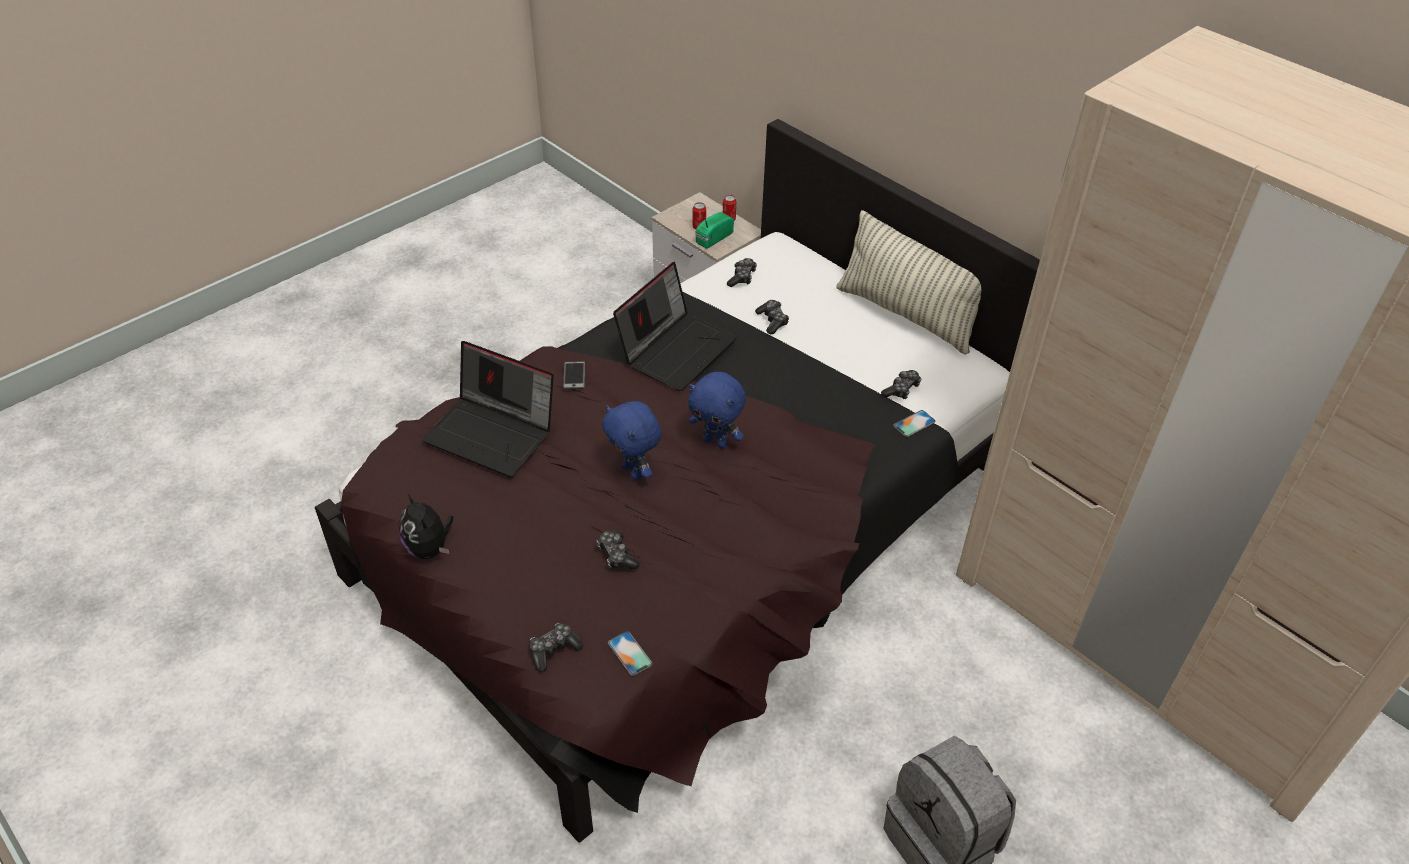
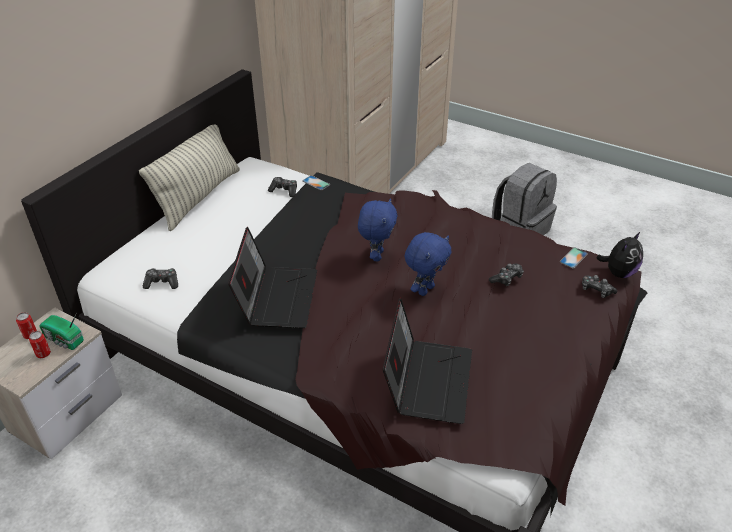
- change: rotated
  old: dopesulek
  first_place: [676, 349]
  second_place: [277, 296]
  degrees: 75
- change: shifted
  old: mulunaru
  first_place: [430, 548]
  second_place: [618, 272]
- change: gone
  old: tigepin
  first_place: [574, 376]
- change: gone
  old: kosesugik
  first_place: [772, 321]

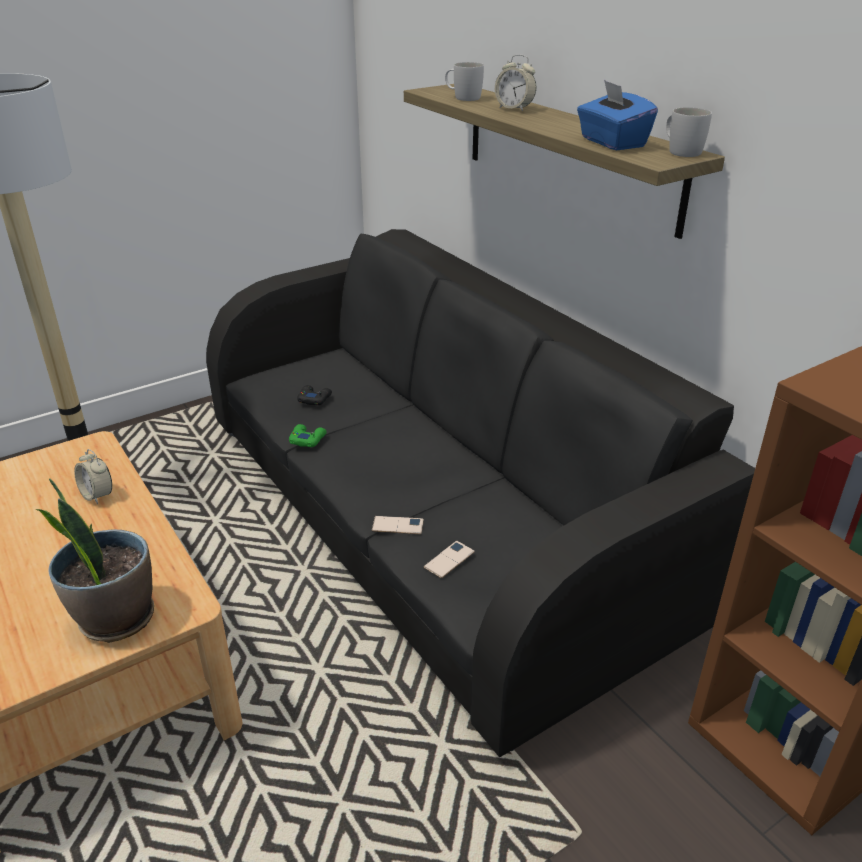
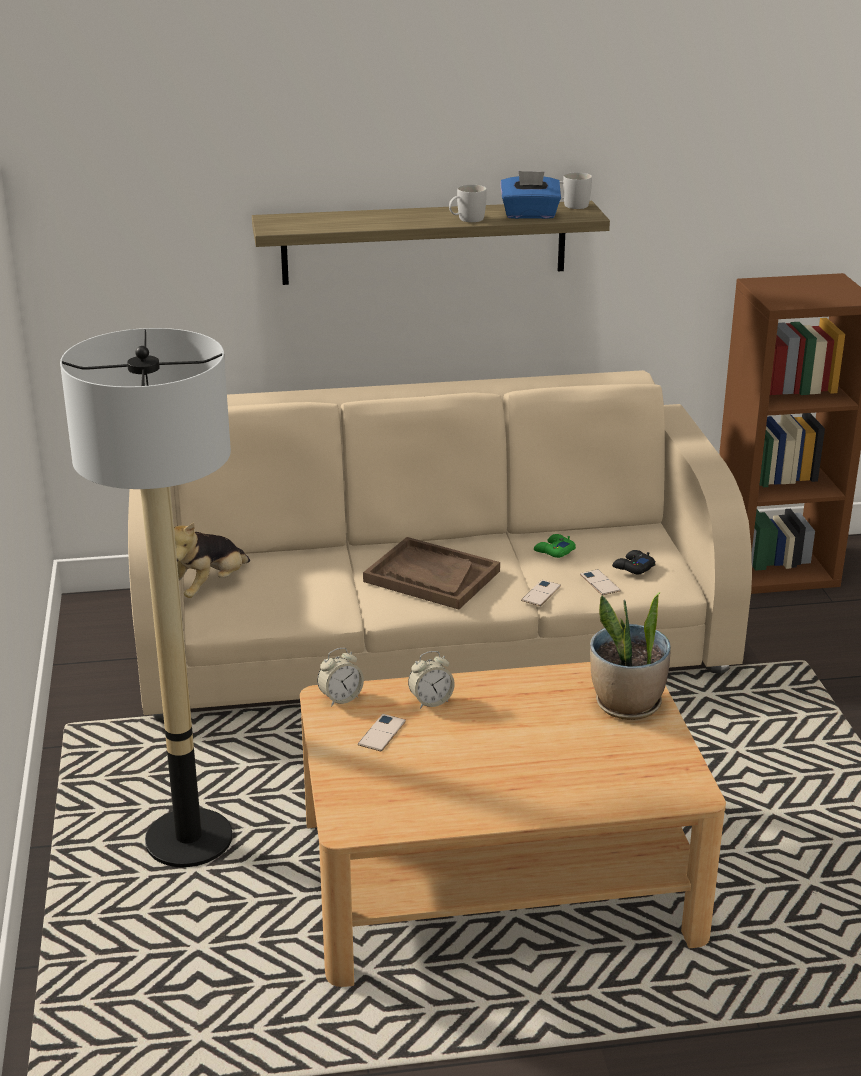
- change: repainted
  old: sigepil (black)
  new: sigepil (beige)
  first_place: [432, 517]
  second_place: [432, 633]
- change: new
  new: mulunaru
  second_place: [209, 587]
- change: shifted
  old: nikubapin
  first_place: [514, 108]
  second_place: [340, 698]
- change: new
  new: tigepin
  second_place: [382, 733]
- change: new
  new: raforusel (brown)
  second_place: [431, 576]
- change: shifted
  old: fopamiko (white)
  first_place: [463, 97]
  second_place: [466, 220]
- change: shifted
  old: kosesugik (green)
  first_place: [307, 439]
  second_place: [554, 551]
- change: shifted
  old: kosesugik (black)
  first_place: [314, 399]
  second_place: [633, 567]

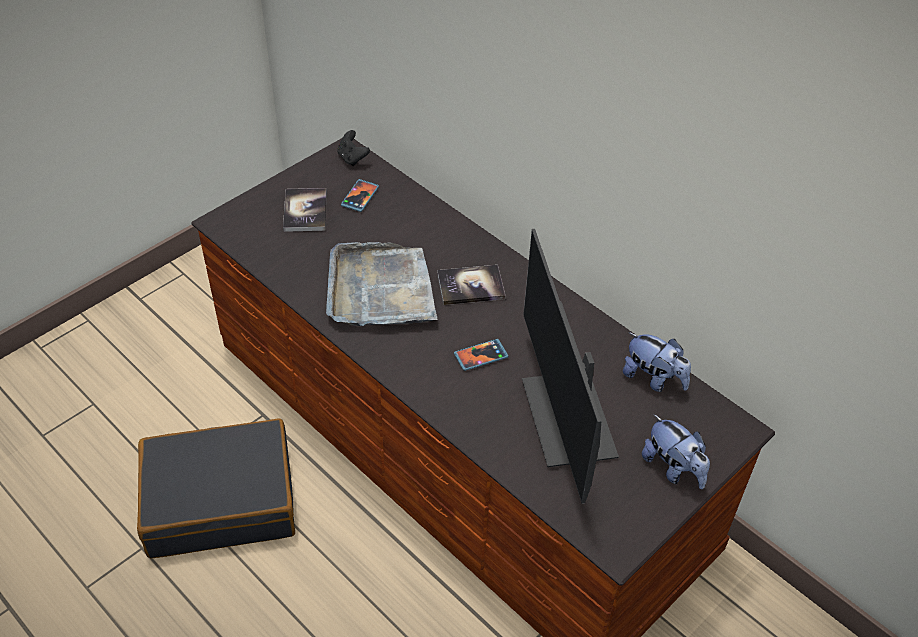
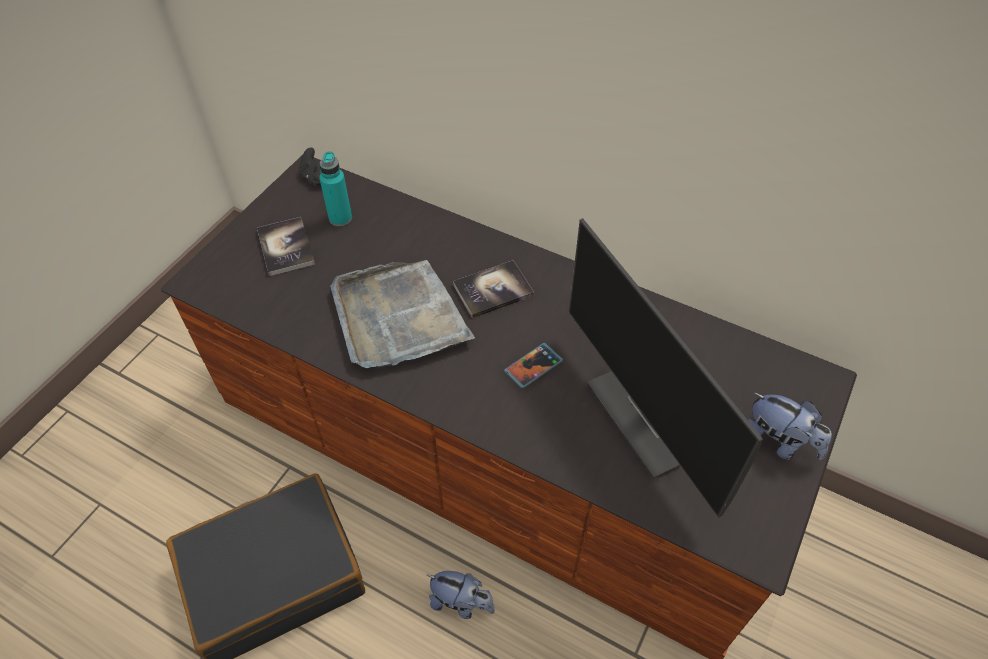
- change: swapped
  old: tigepin
  new: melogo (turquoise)
  first_place: [360, 197]
  second_place: [340, 218]
- change: shifted
  old: mulunaru
  first_place: [653, 379]
  second_place: [461, 602]

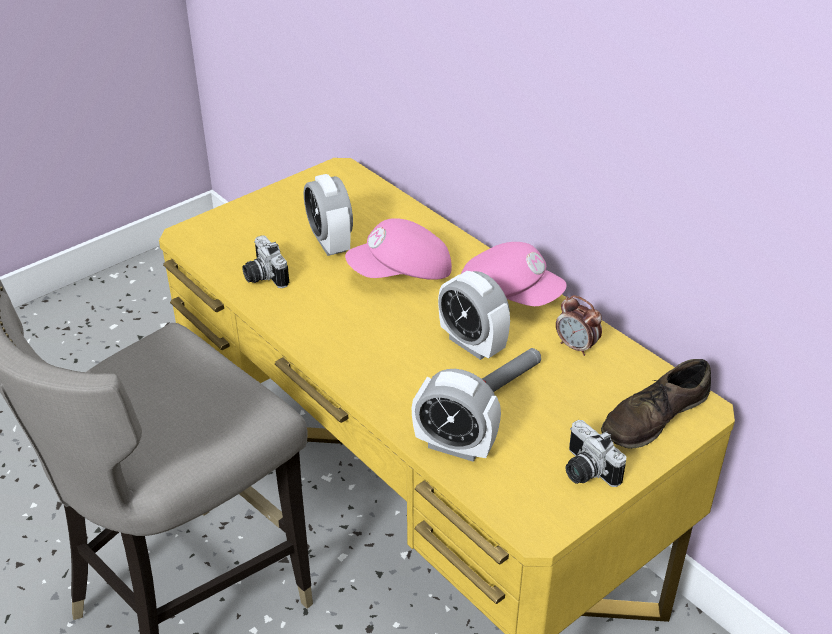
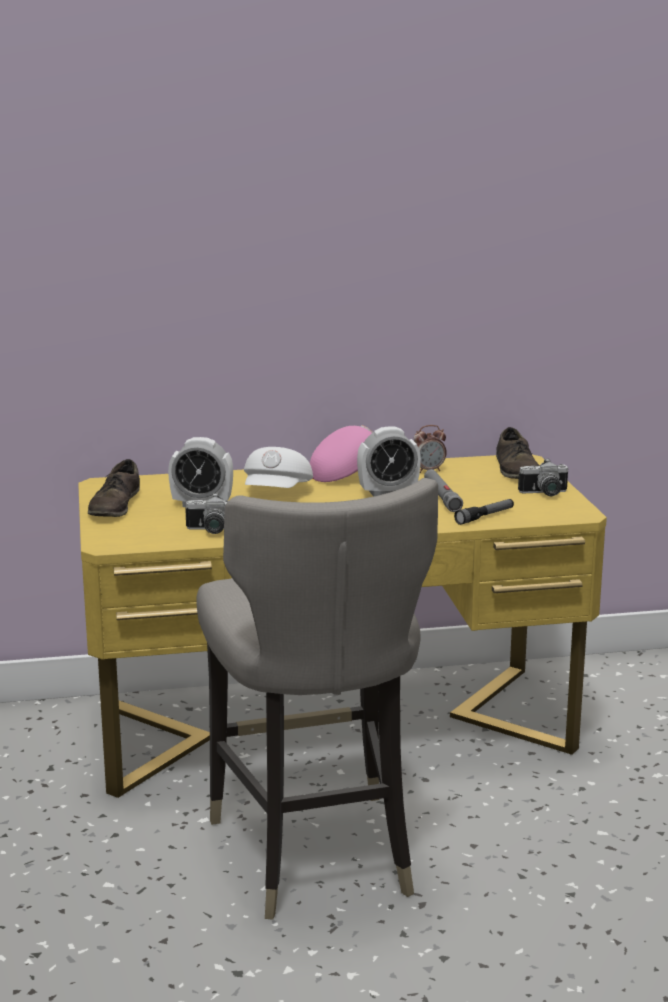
- change: new
  new: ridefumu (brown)
  second_place: [115, 506]
- change: repainted
  old: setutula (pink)
  new: setutula (white)
  first_place: [401, 274]
  second_place: [278, 493]
- change: swapped
  old: nikubapin
  new: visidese
  first_place: [455, 446]
  second_place: [485, 517]

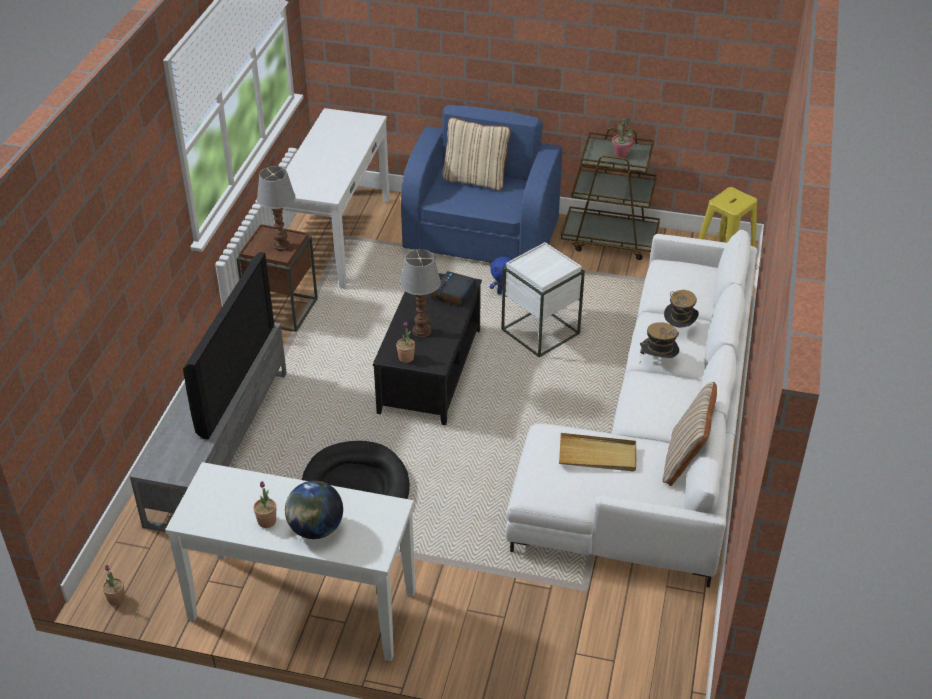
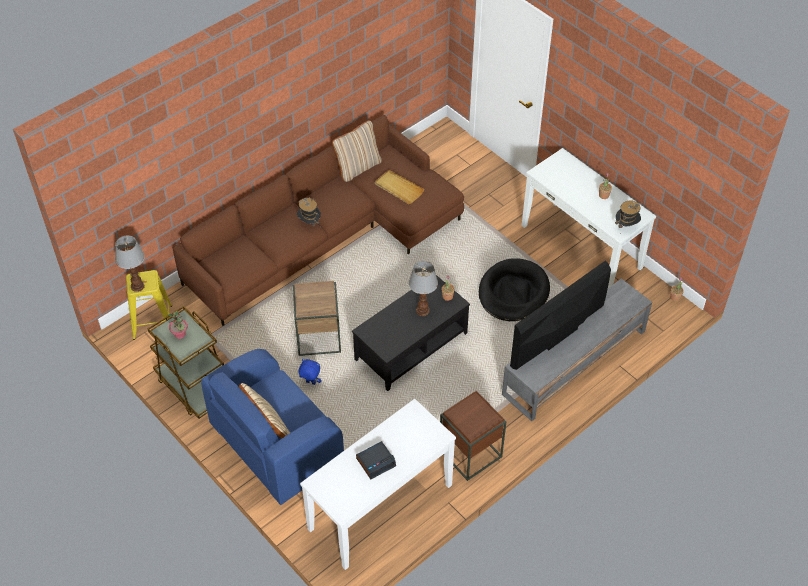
- change: shifted
  old: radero
  first_place: [281, 246]
  second_place: [137, 286]
- change: repainted
  old: sigepil (white)
  new: sigepil (brown)
  first_place: [656, 437]
  second_place: [327, 236]
- change: repainted
  old: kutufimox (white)
  new: kutufimox (brown)
  first_place: [540, 332]
  second_place: [318, 337]
- change: shifted
  old: nikubapin
  first_place: [453, 294]
  second_place: [376, 462]
- change: shifted
  old: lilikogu
  first_place: [679, 329]
  second_place: [626, 226]
- change: gone
  old: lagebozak
  first_place: [315, 529]

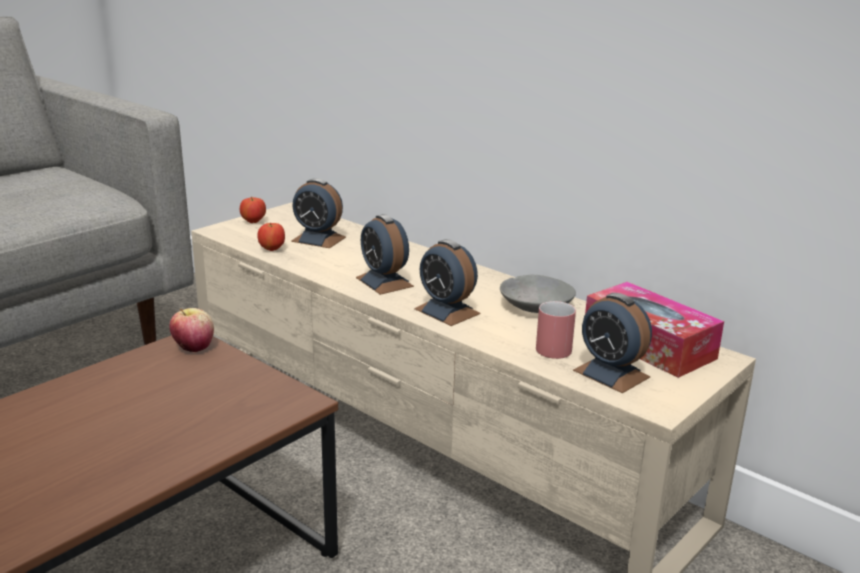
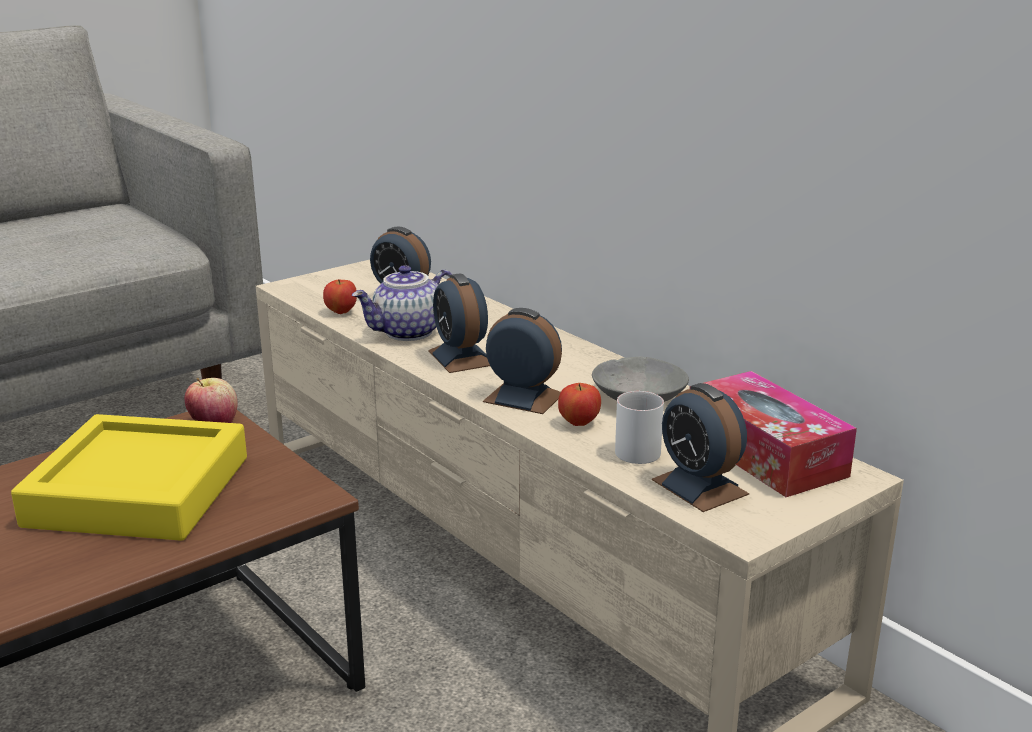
- change: new
  new: raforusel (yellow)
  second_place: [139, 491]
- change: new
  new: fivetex
  second_place: [408, 333]
- change: rotated
  old: nikubapin
  first_place: [447, 311]
  second_place: [523, 398]
  degrees: 150
- change: shifted
  old: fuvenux
  first_place: [253, 222]
  second_place: [579, 423]
- change: repainted
  old: fopamiko (red)
  new: fopamiko (white)
  first_place: [554, 346]
  second_place: [641, 448]

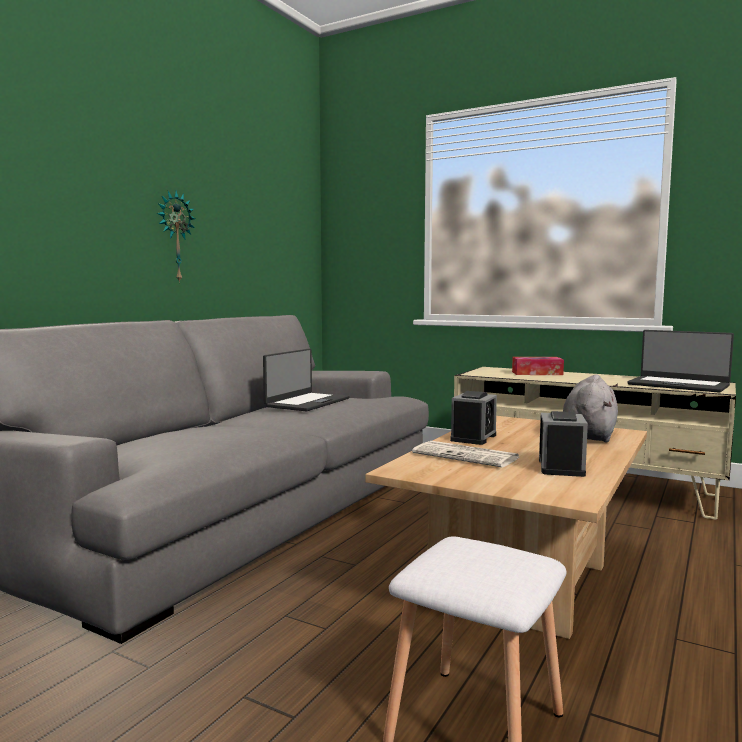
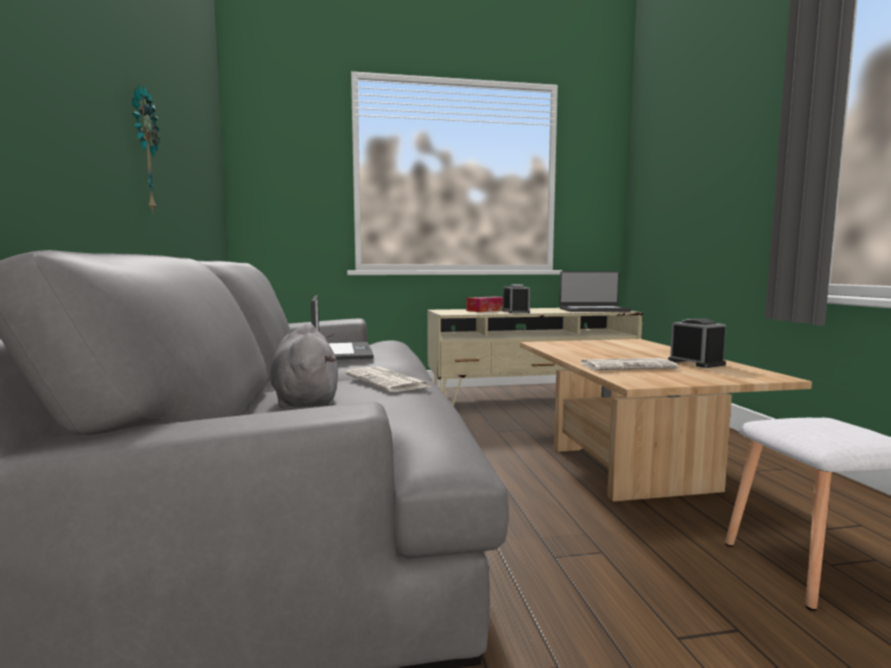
- change: shifted
  old: mulunaru (grey)
  first_place: [589, 435]
  second_place: [305, 400]
- change: new
  new: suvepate
  second_place: [388, 381]
- change: shifted
  old: nikubapin
  first_place: [473, 438]
  second_place: [516, 312]

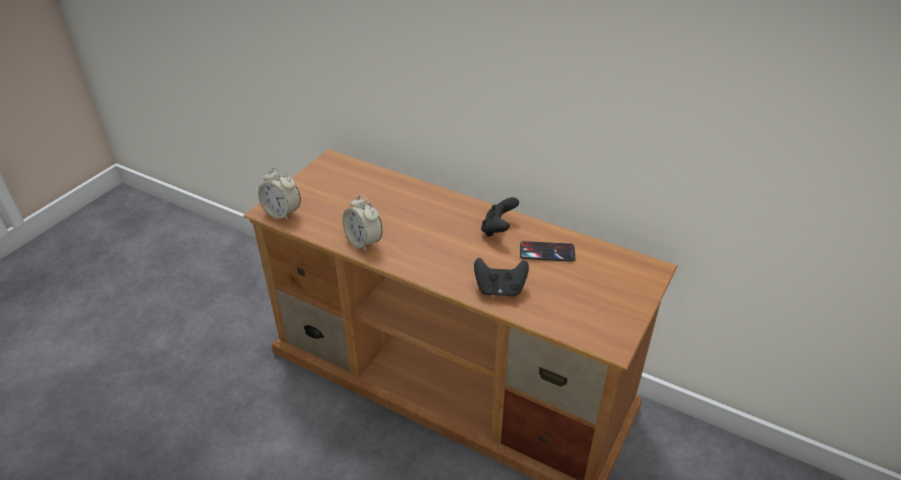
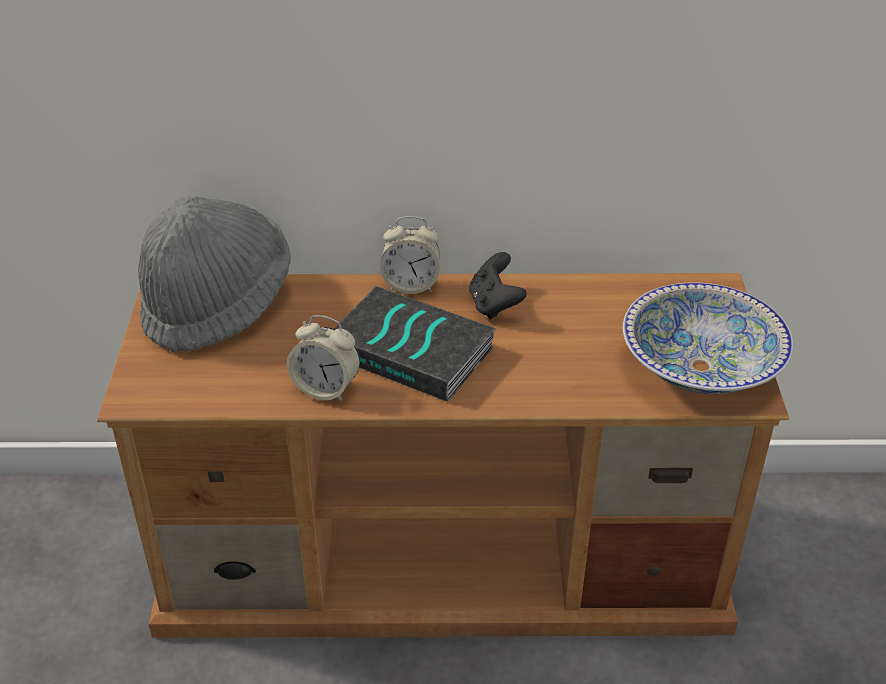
- change: new
  new: lilikogu (grey)
  second_place: [218, 305]
- change: new
  new: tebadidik
  second_place: [414, 351]
- change: shifted
  old: nikubapin
  first_place: [282, 213]
  second_place: [411, 285]
- change: new
  new: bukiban
  second_place: [700, 367]
- change: gone
  old: kosesugik (black)
  first_place: [500, 289]
- change: gone
  old: tigepin
  first_place: [547, 252]

